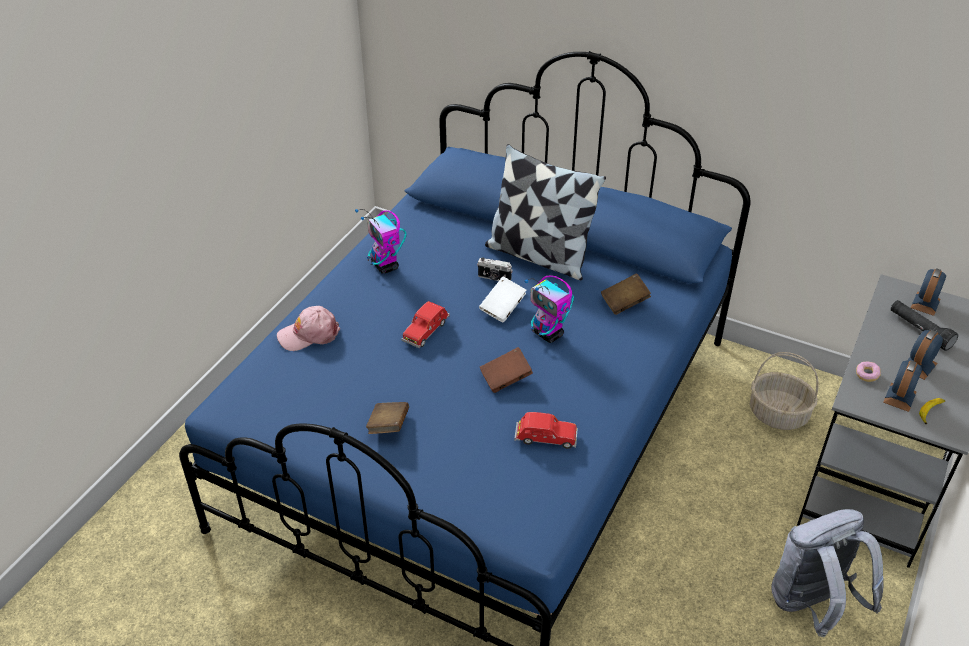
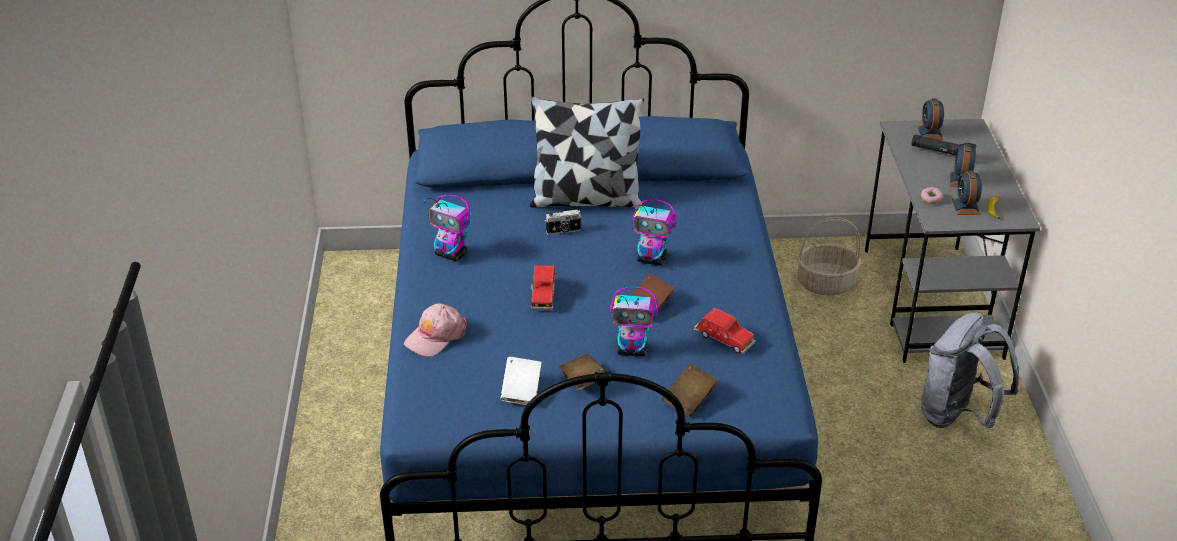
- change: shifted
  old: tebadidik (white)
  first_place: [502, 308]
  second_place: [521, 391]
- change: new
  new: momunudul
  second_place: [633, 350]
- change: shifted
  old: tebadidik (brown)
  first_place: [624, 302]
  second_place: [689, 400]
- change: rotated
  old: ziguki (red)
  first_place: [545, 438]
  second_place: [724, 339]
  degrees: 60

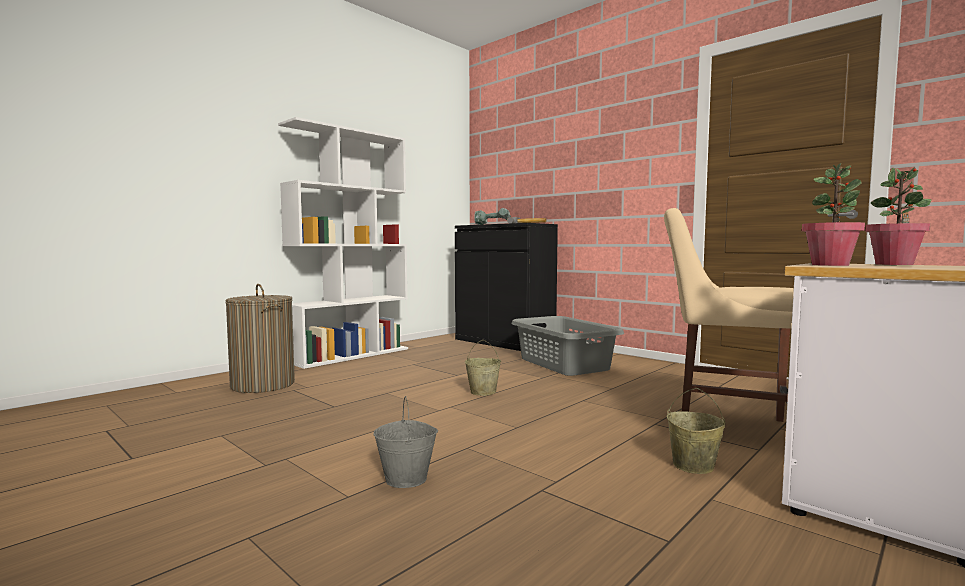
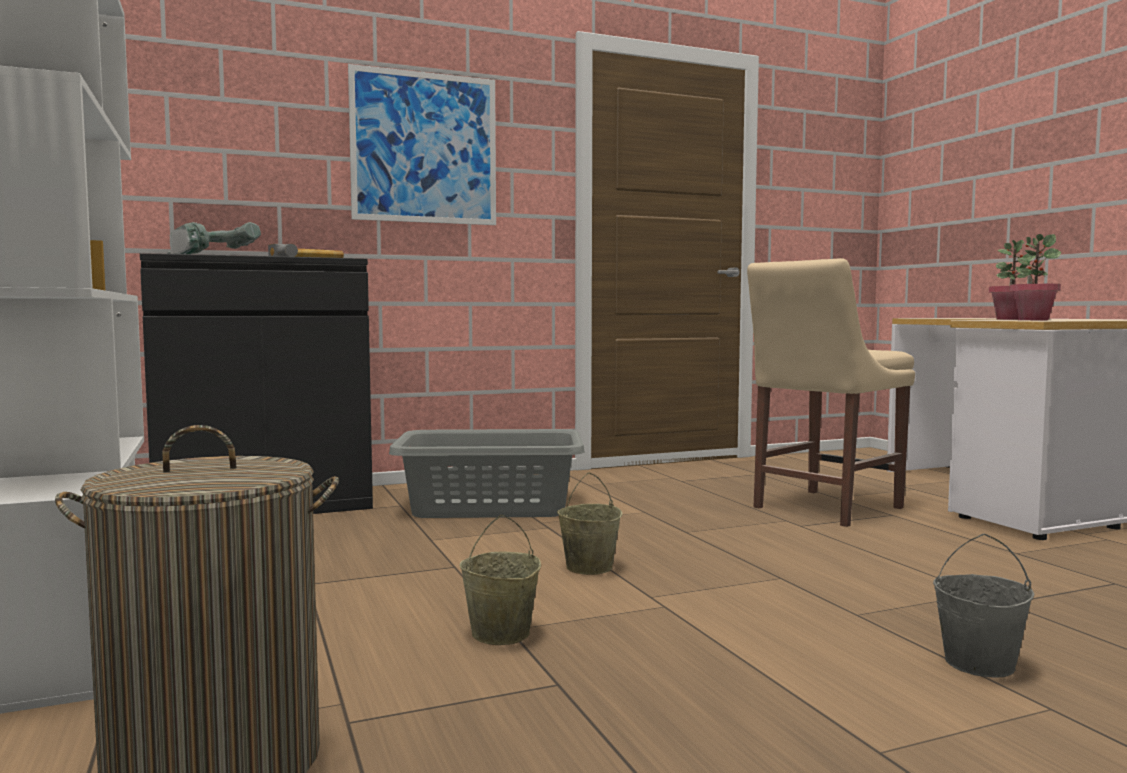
- change: new
  new: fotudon
  second_place: [424, 148]
- change: shifted
  old: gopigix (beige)
  first_place: [693, 466]
  second_place: [501, 634]

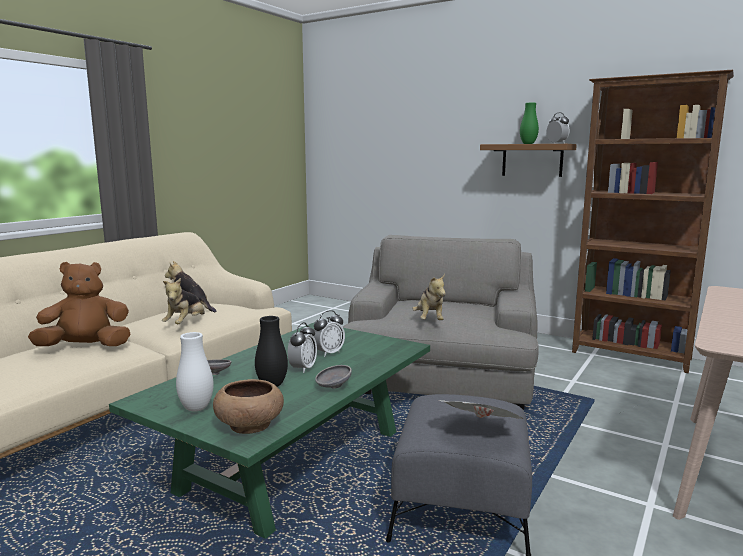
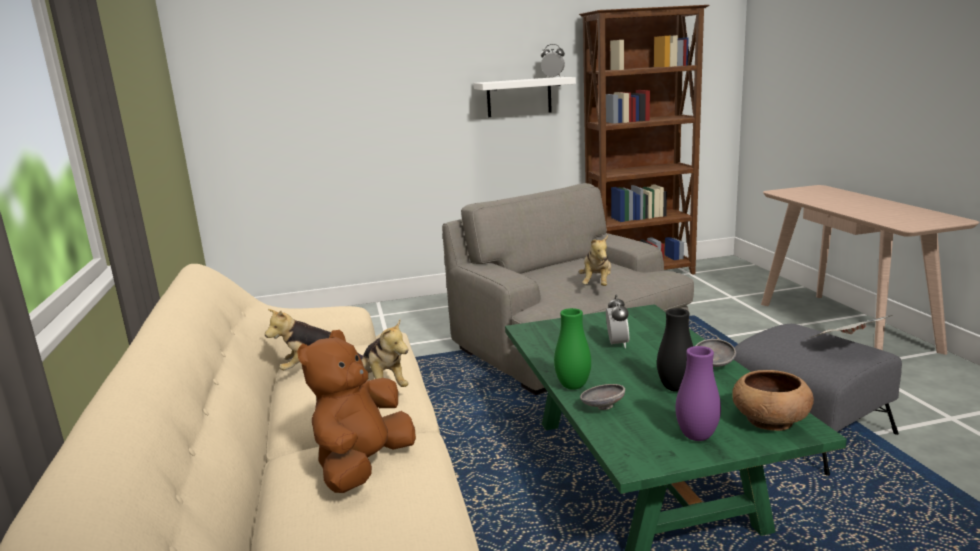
- change: repainted
  old: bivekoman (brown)
  new: bivekoman (white)
  first_place: [532, 160]
  second_place: [519, 97]
- change: shifted
  old: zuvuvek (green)
  first_place: [528, 144]
  second_place: [573, 386]
- change: rotated
  old: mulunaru
  first_place: [429, 320]
  second_place: [597, 284]
  degrees: 60
- change: repainted
  old: zuvuvek (white)
  new: zuvuvek (purple)
  first_place: [196, 408]
  second_place: [696, 436]
- change: gone
  old: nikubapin
  first_place: [303, 368]

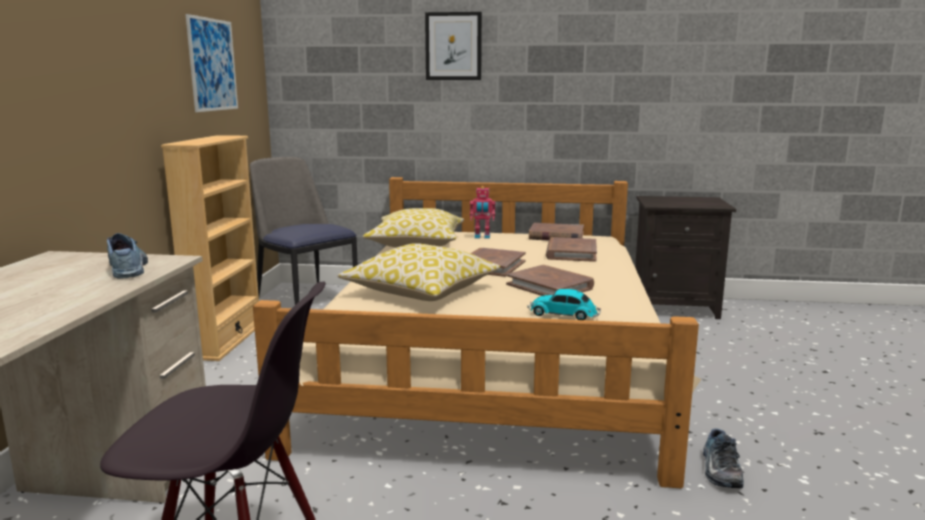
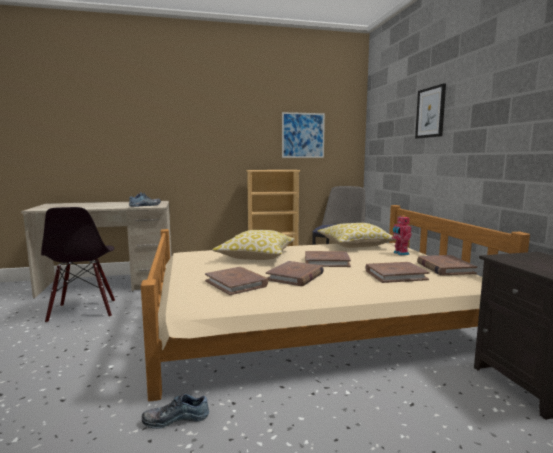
- change: swapped
  old: ziguki
  new: tebadidik (brown)
  first_place: [564, 314]
  second_place: [236, 283]

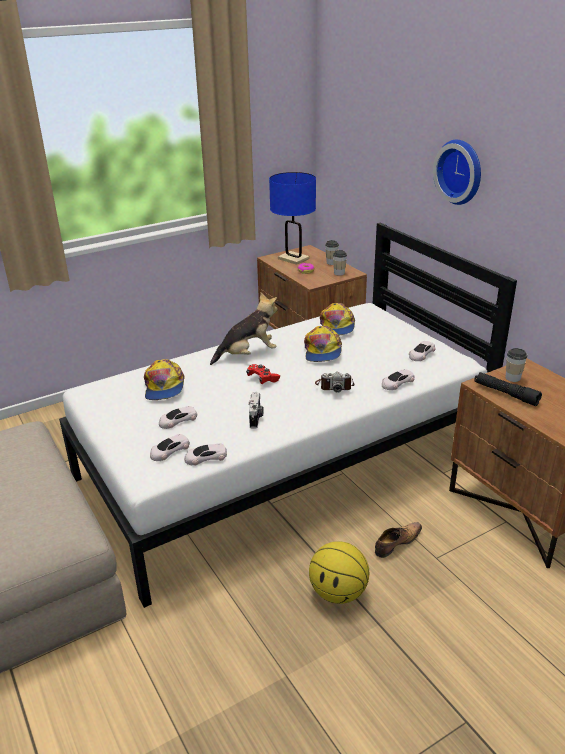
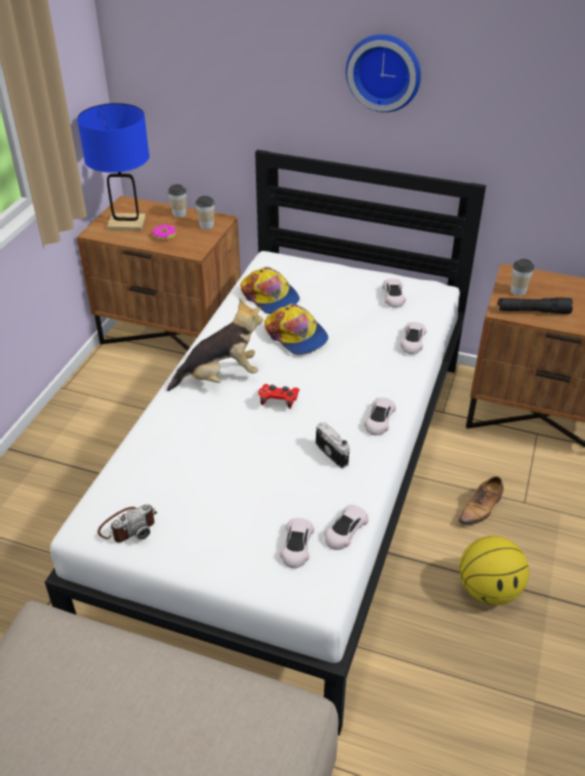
- change: shifted
  old: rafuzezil
  first_place: [334, 386]
  second_place: [128, 526]
- change: rotated
  old: mulunaru
  first_place: [248, 354]
  second_place: [220, 377]
  degrees: 45
- change: shifted
  old: ziguki (white)
  first_place: [178, 420]
  second_place: [379, 419]
- change: rotated
  old: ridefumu
  first_place: [396, 543]
  second_place: [481, 508]
  degrees: -150
- change: gone
  old: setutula
  first_place: [164, 387]

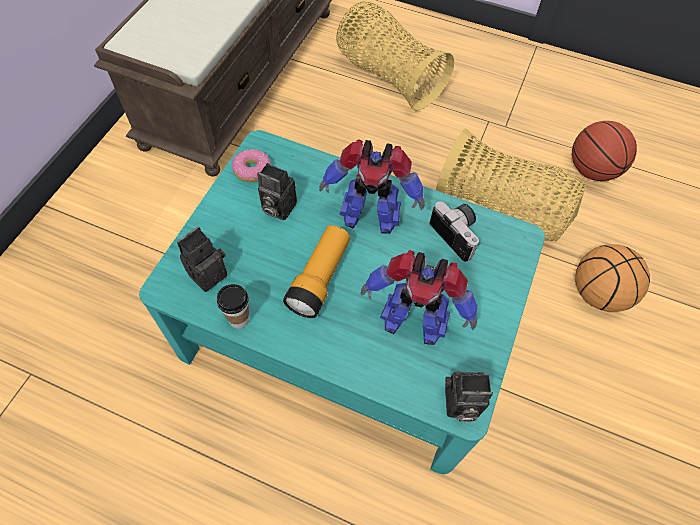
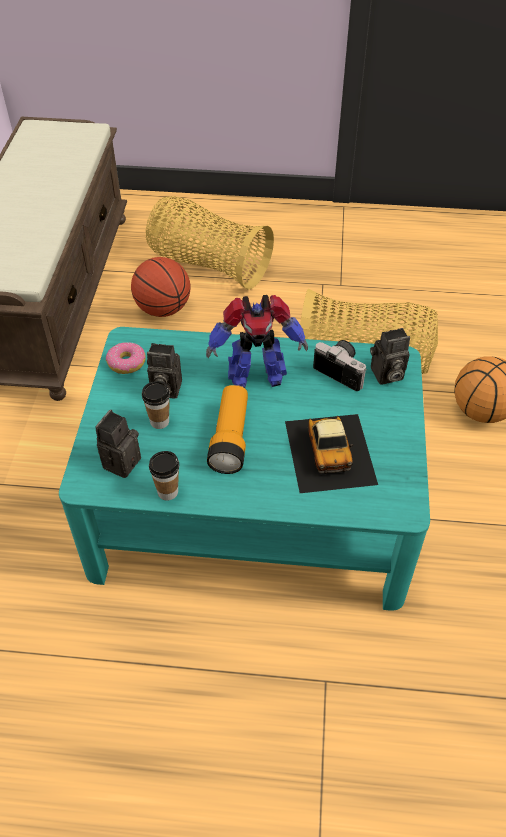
- change: shifted
  old: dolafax
  first_place: [591, 170]
  second_place: [163, 309]
- change: new
  new: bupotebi
  second_place: [159, 421]
- change: swapped
  old: momunudul
  new: ziguki
  first_place: [412, 321]
  second_place: [330, 451]
- change: shifted
  old: rafuzezil
  first_place: [459, 405]
  second_place: [386, 375]

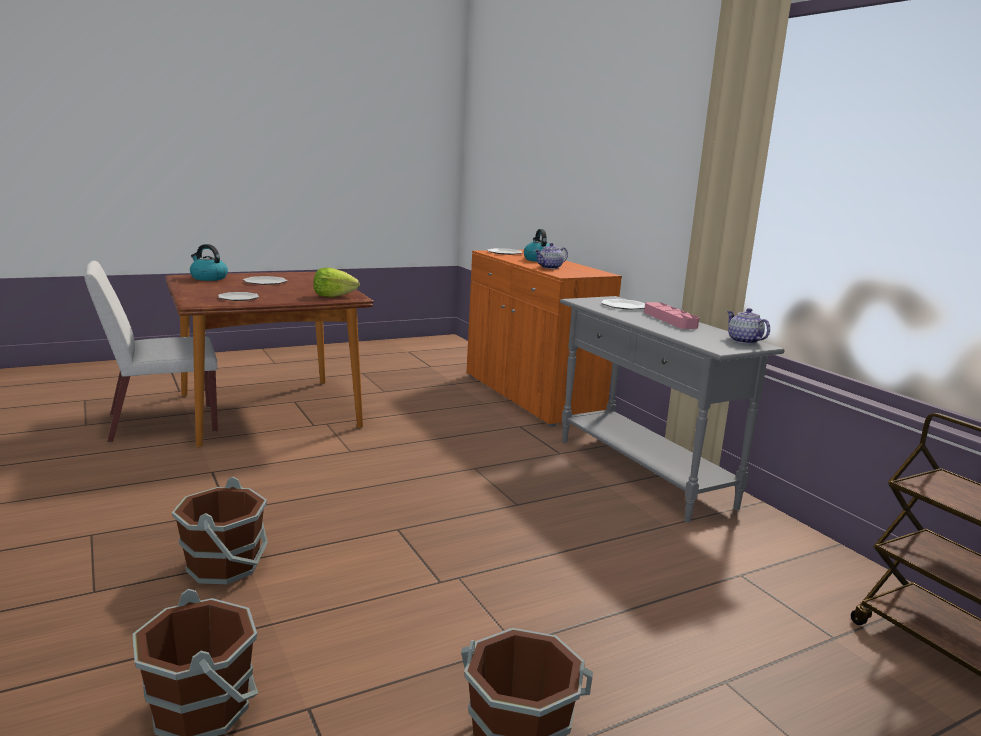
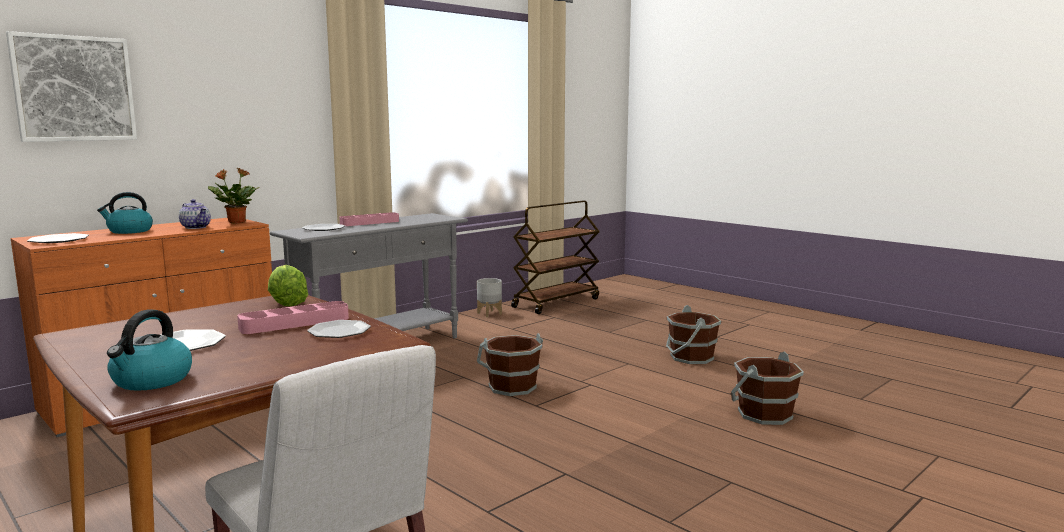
- change: new
  new: fotudon
  second_place: [74, 88]
- change: new
  new: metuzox
  second_place: [236, 222]
- change: new
  new: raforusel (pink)
  second_place: [295, 323]
- change: new
  new: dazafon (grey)
  second_place: [489, 314]
- change: shifted
  old: gopigix (brown)
  first_place: [225, 565]
  second_place: [512, 386]
- change: gone
  old: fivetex
  first_place: [743, 341]

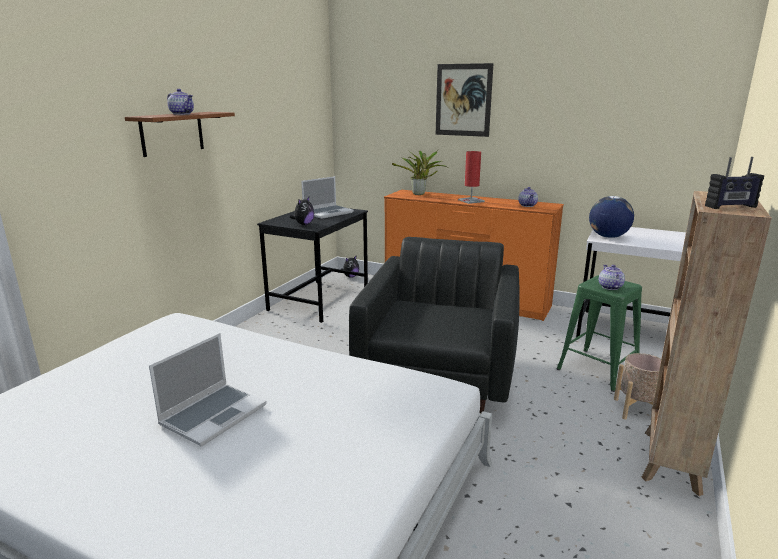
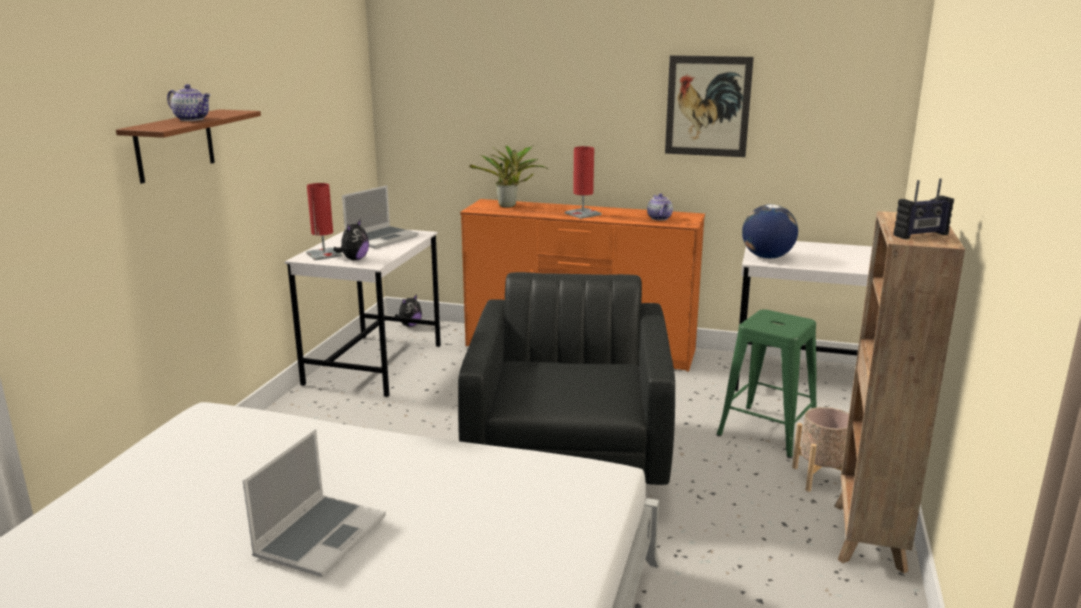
- change: repainted
  old: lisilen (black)
  new: lisilen (white)
  first_place: [319, 300]
  second_place: [374, 364]
- change: new
  new: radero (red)
  second_place: [324, 254]
- change: shifted
  old: fotudon
  first_place: [463, 100]
  second_place: [708, 106]
- change: gone
  old: fivetex
  first_place: [609, 287]

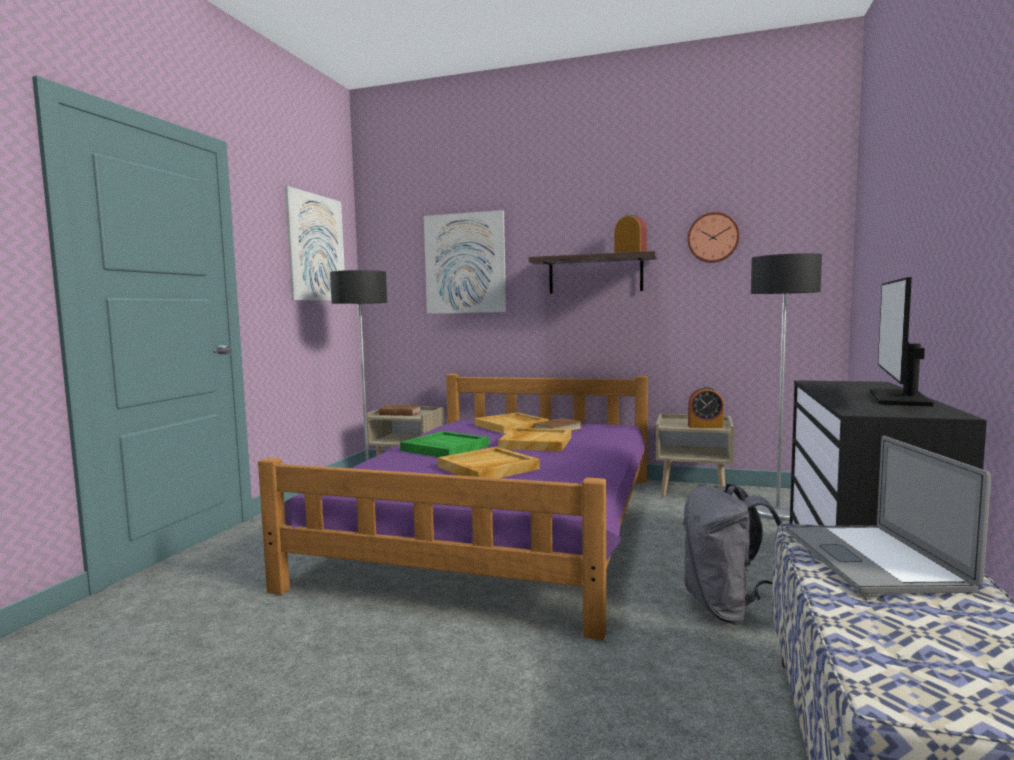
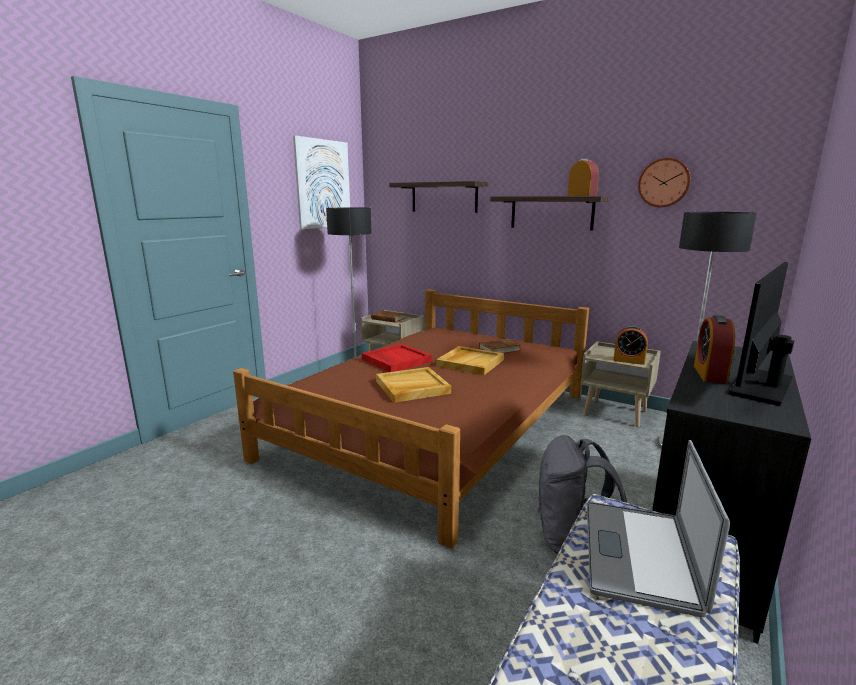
- change: repainted
  old: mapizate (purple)
  new: mapizate (brown)
  first_place: [501, 524]
  second_place: [436, 424]
- change: repainted
  old: raforusel (green)
  new: raforusel (red)
  first_place: [444, 448]
  second_place: [396, 360]
- change: swapped
  old: fotudon
  new: bivekoman
  first_place: [465, 263]
  second_place: [444, 197]
- change: new
  new: nikubapin
  second_place: [709, 374]
- change: gone
  old: raforusel (beige)
  first_place: [511, 426]

